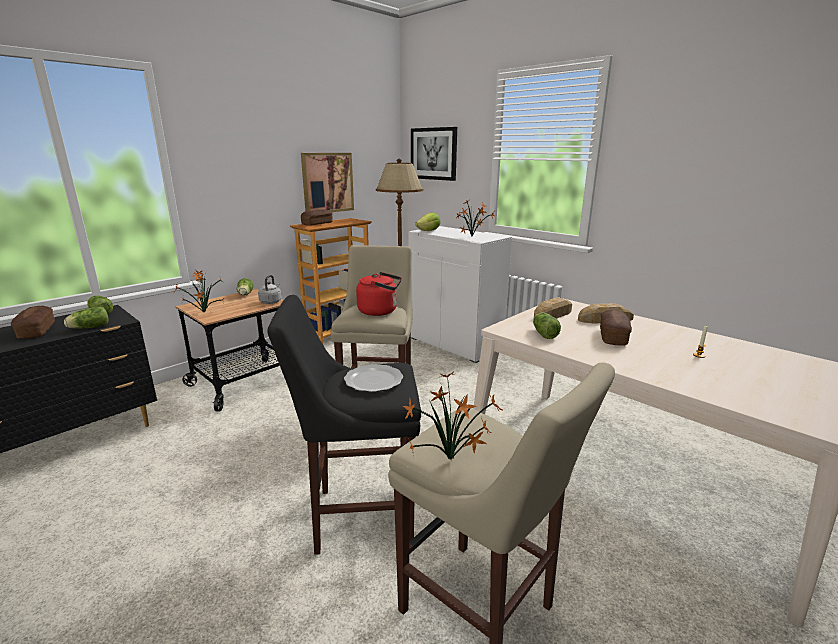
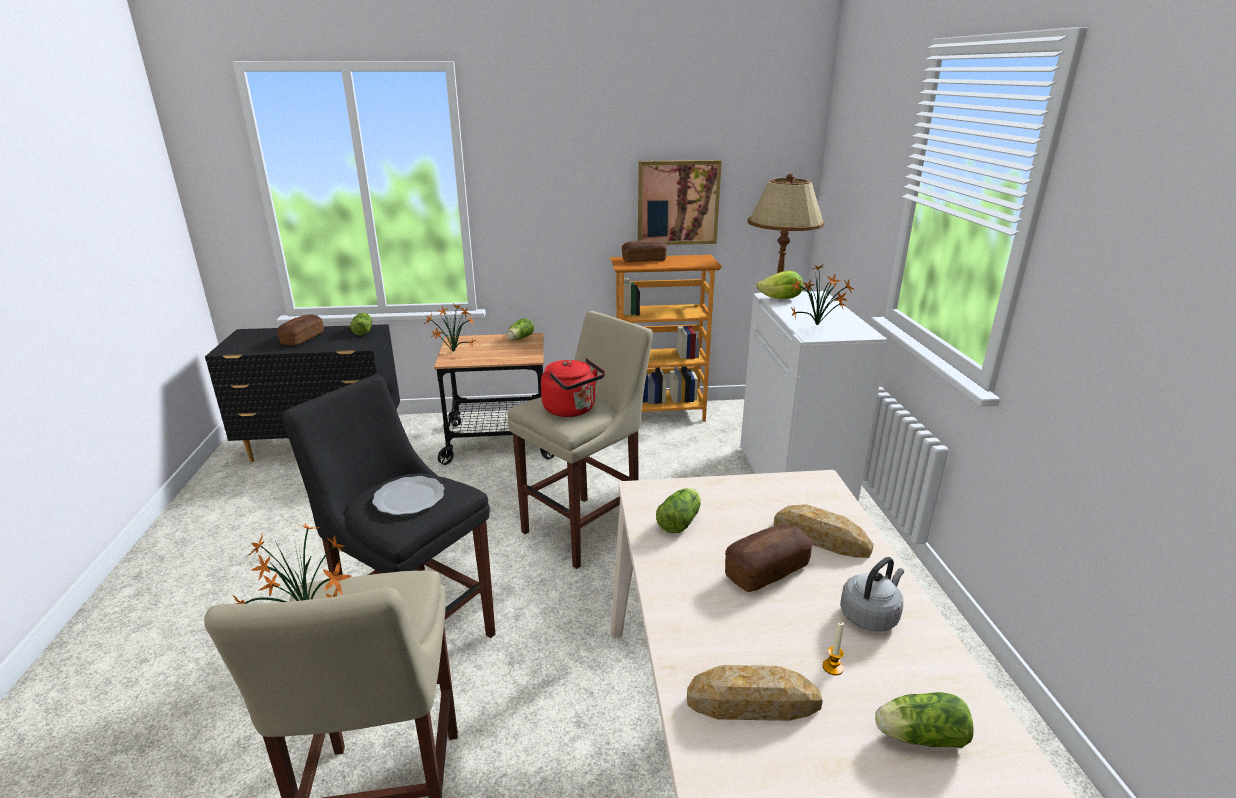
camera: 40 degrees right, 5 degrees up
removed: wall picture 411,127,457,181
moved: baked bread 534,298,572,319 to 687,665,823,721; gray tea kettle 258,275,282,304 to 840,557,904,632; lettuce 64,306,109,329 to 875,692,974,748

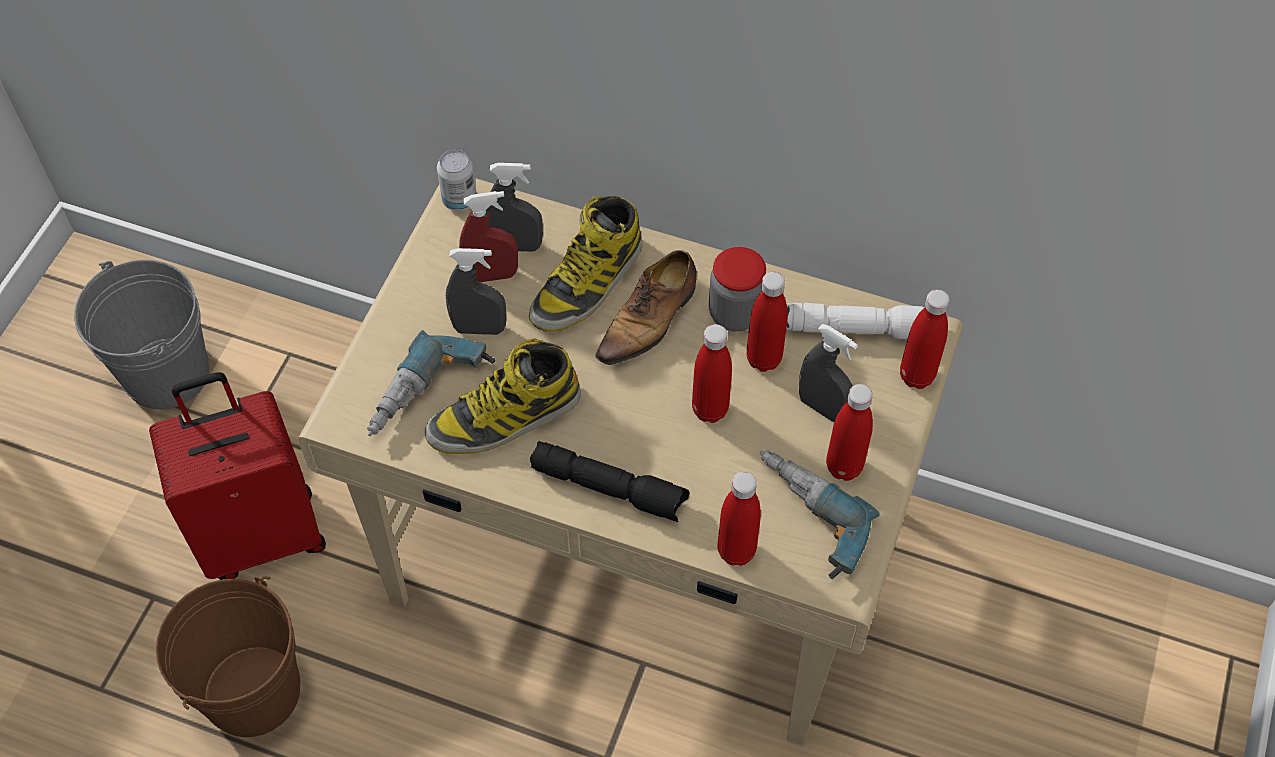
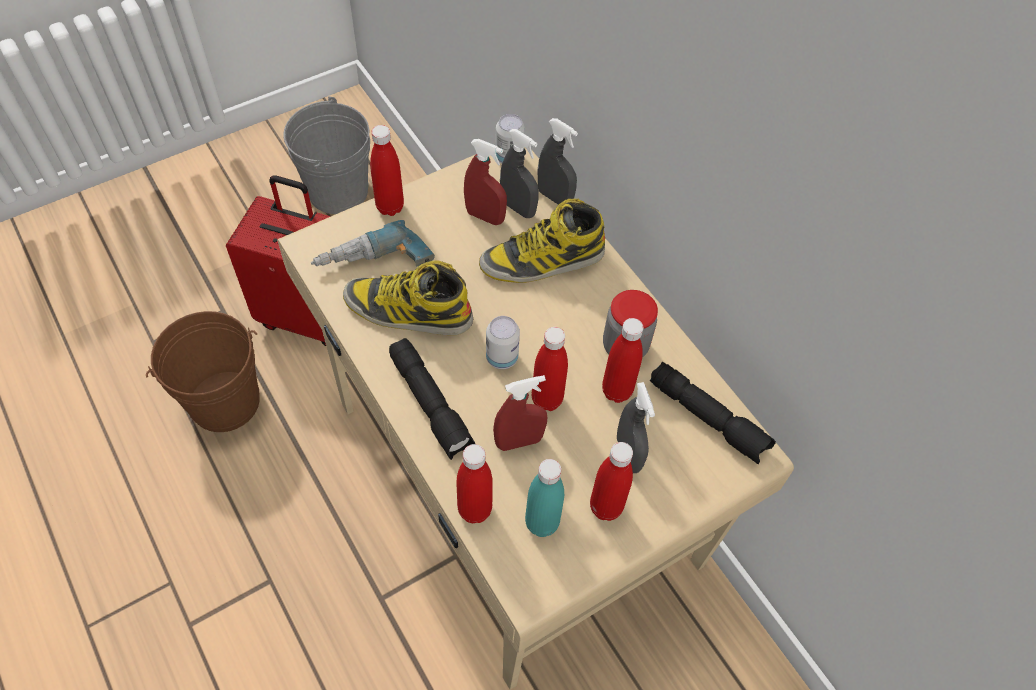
camera: 35 degrees right, 0 degrees up
removed: low shoe 595,250,697,365
added: sealed can 486,316,520,369; red-coloured spray bottle 493,375,547,451
moved: red-coloured bottle 900,290,950,389 to 370,125,404,216; gray spray bottle 446,248,507,335 to 538,118,578,205
replaced: drill 760,450,880,579 to blue-green bottle 525,459,564,537
recoloured: white hand torch 786,303,925,339 to black hand torch 649,362,776,465

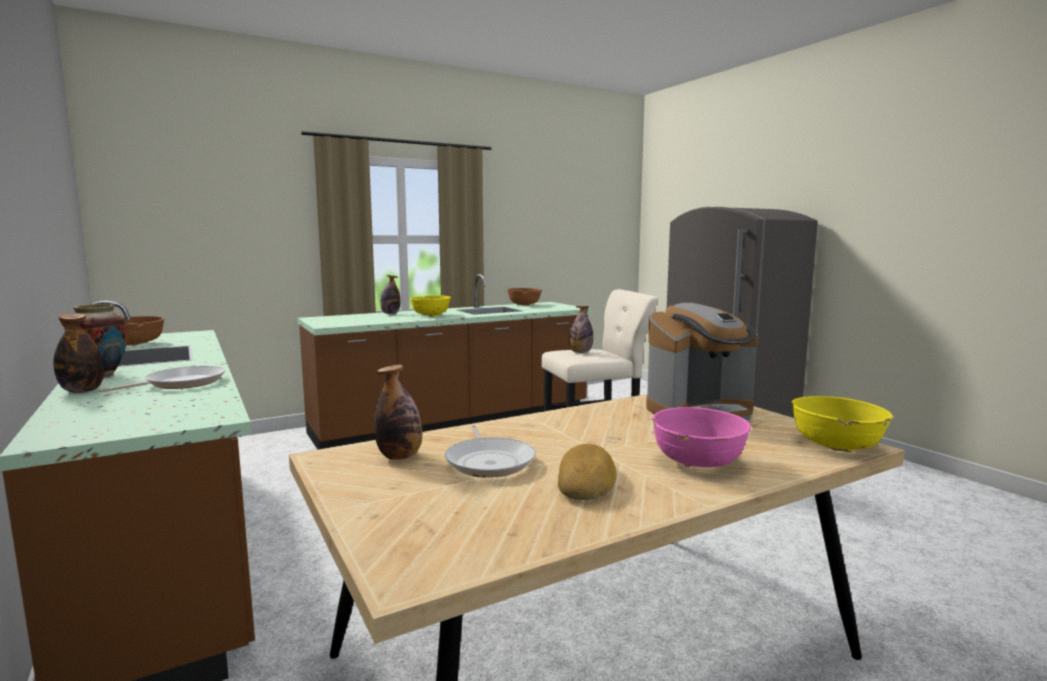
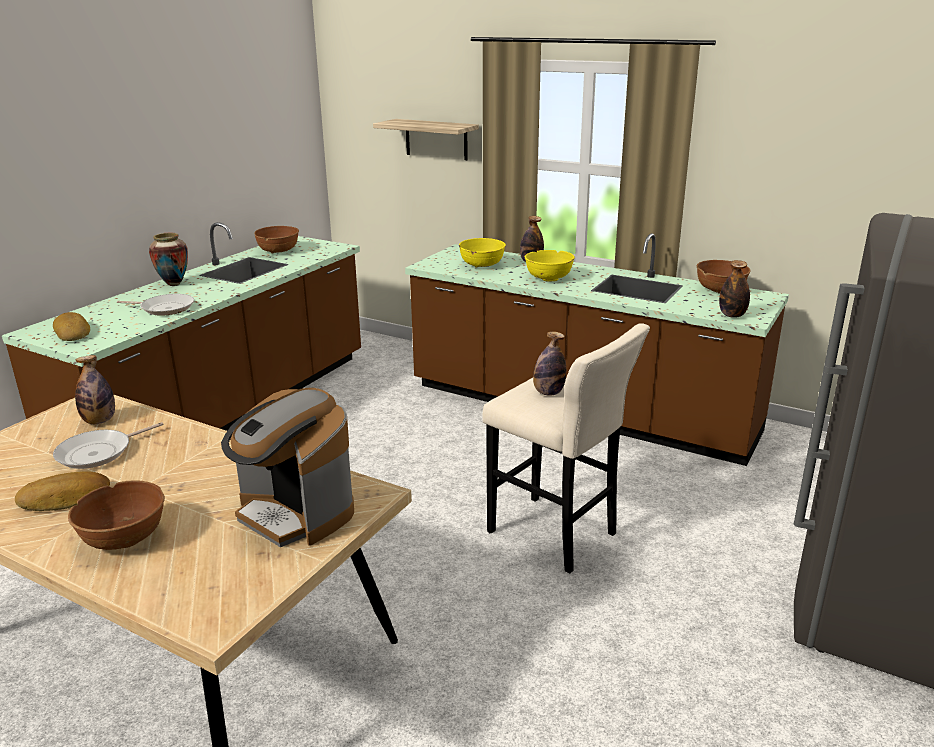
camera: 60 degrees right, 15 degrees up
added: baked bread 53,312,90,341; wall shelf 373,119,479,160
moved: yellow-coloured bowl 791,396,892,452 to 459,238,506,268; bottle 53,313,104,393 to 719,260,750,318
recoloured: pink bowl 652,407,751,467 to brown bowl 68,480,165,550

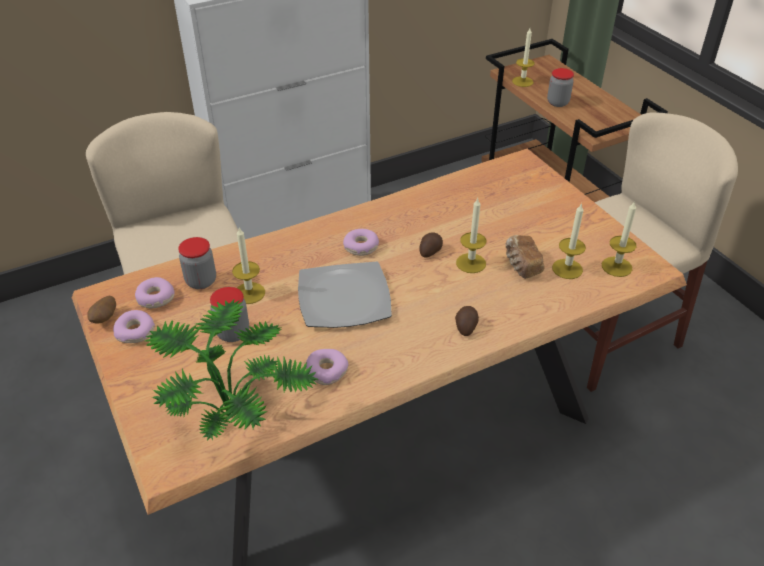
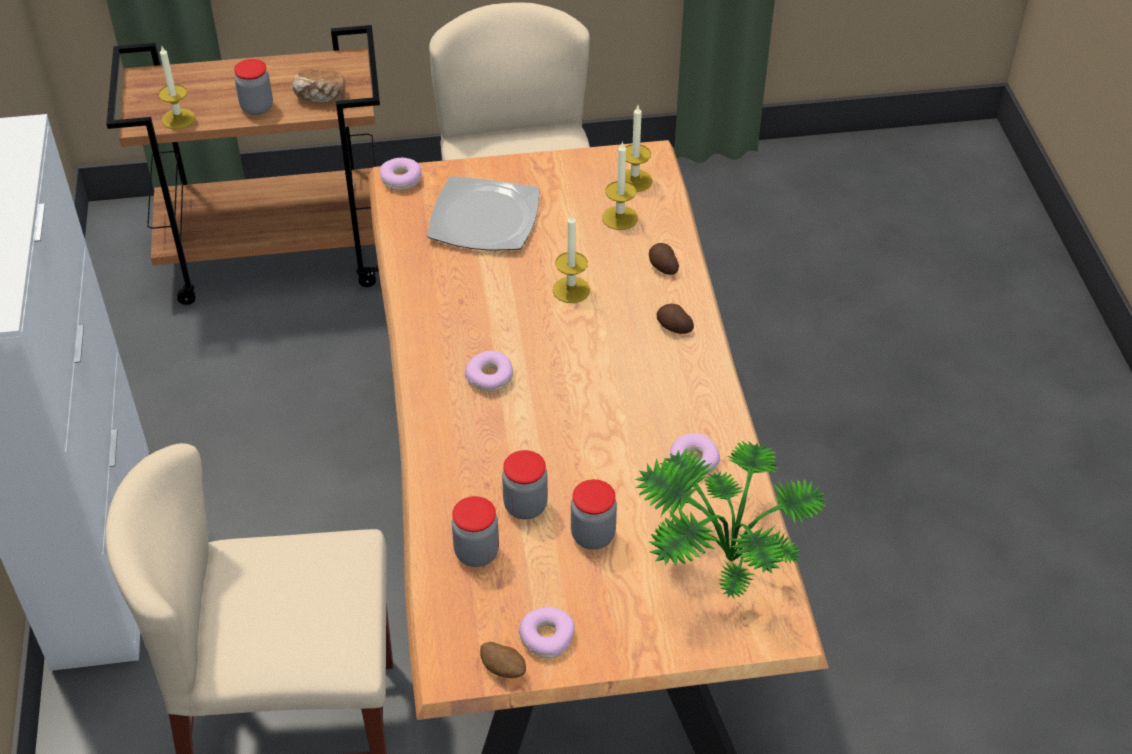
camera: 70 degrees left, 5 degrees up
moved: baked bread 505,235,544,279 to 293,69,346,103; ring doughnut 135,277,175,308 to 380,158,422,190; dinner plate 298,261,392,328 to 427,176,540,251; spud 419,232,443,257 to 649,243,679,275
replaced: wax candle 232,227,265,304 to jar 502,450,548,519

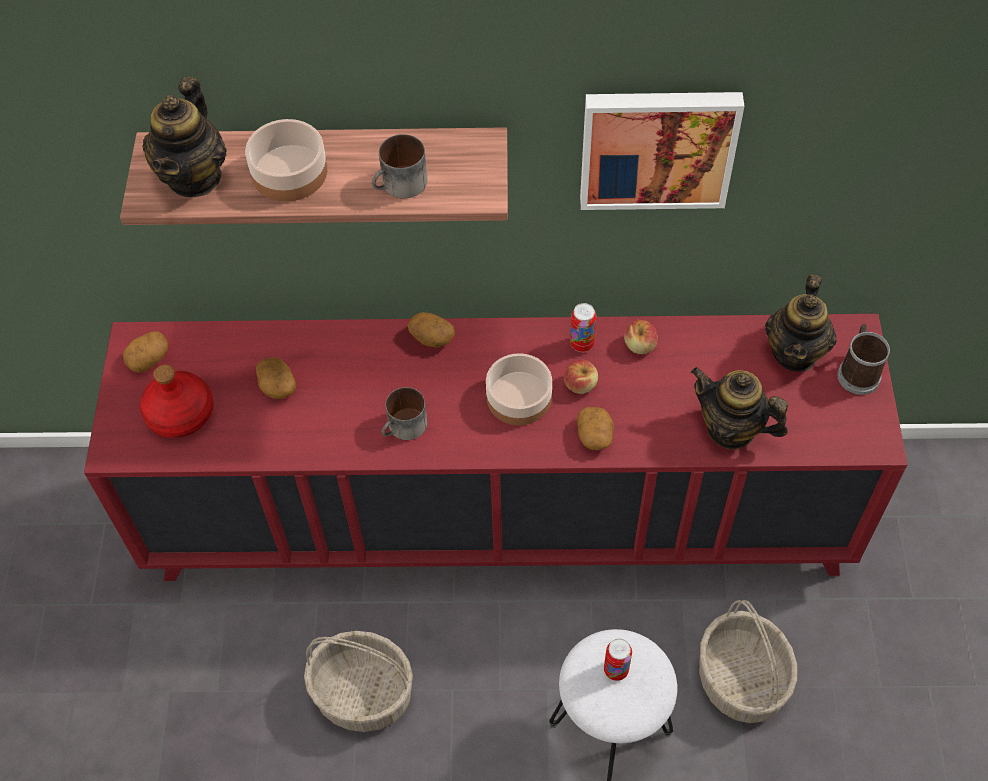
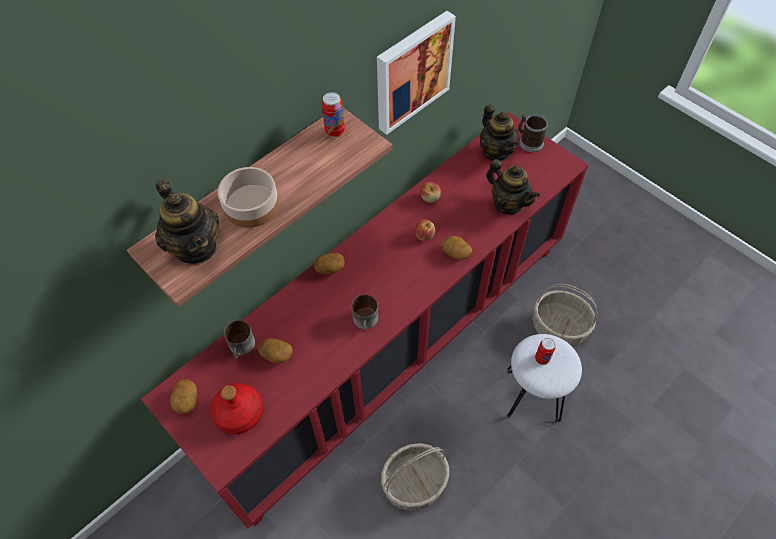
camera: 45 degrees left, 0 degrees up
removed: bowl 486,353,552,425
moved: tea mug 372,134,427,198 to 224,320,255,359; sealed can 570,303,596,352 to 322,92,345,137
turned: pot for tea 691,367,788,450 = 486,159,540,214 120 degrees counterclockwise

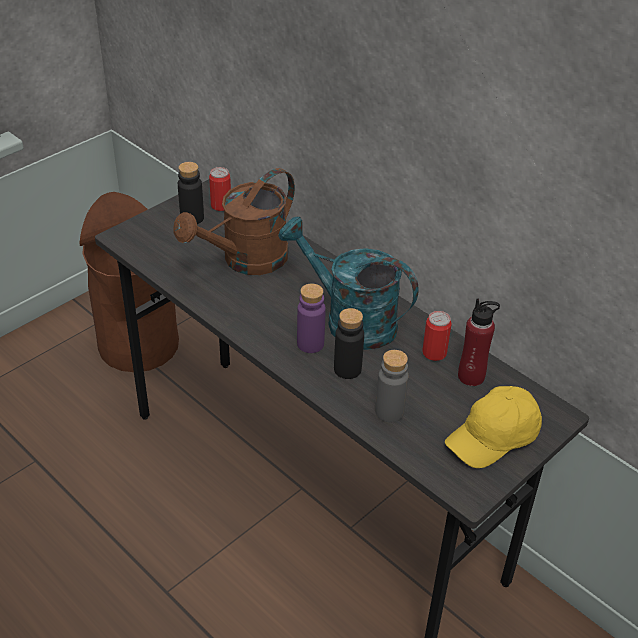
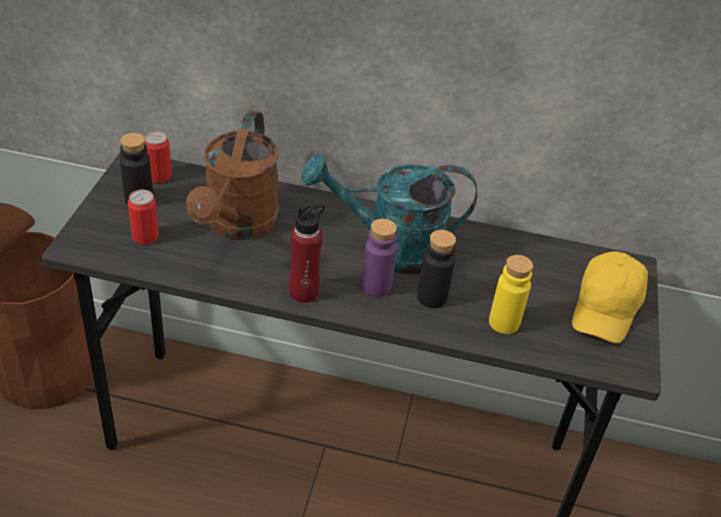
camera: 35 degrees left, 0 degrees up
moved: sealed can 422,311,452,361 to 128,190,159,245; red-coloured bottle 458,299,500,386 to 289,204,325,303
recoloured: gray bottle 375,350,409,422 to yellow-coloured bottle 489,255,533,334

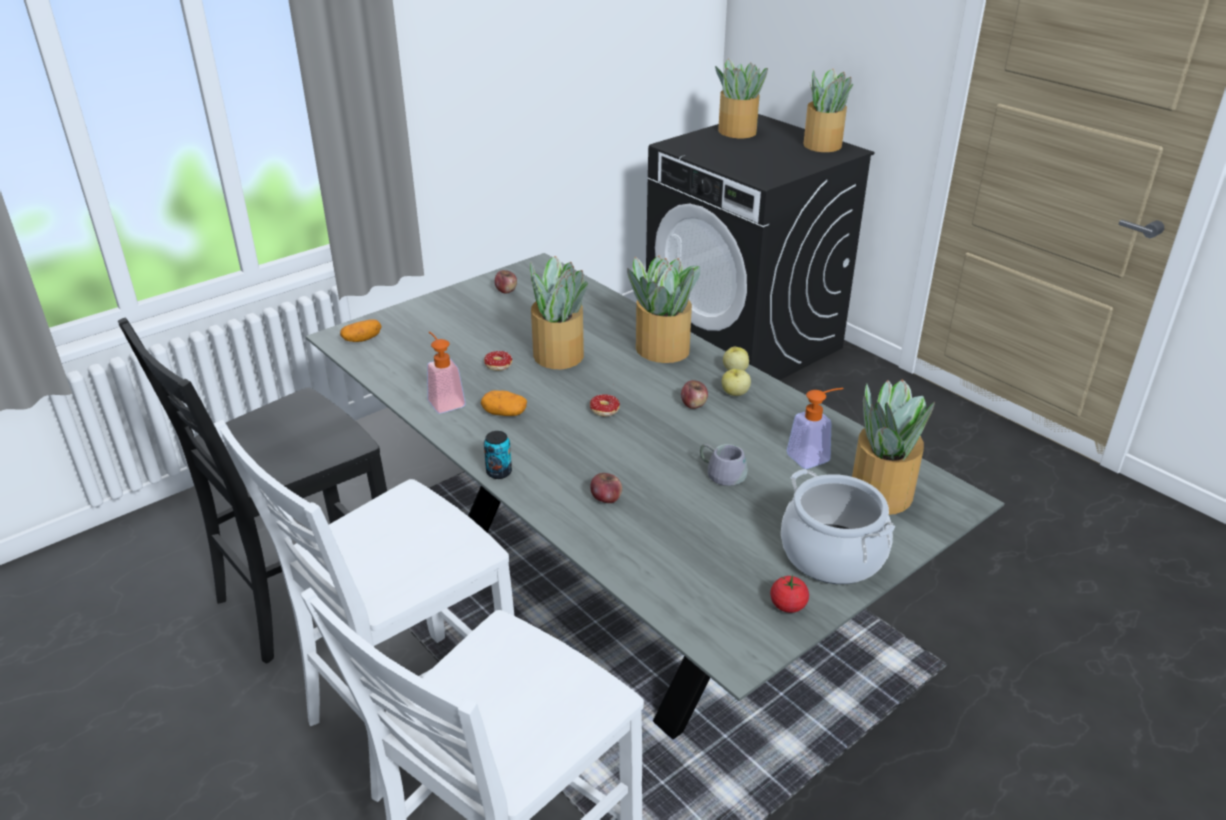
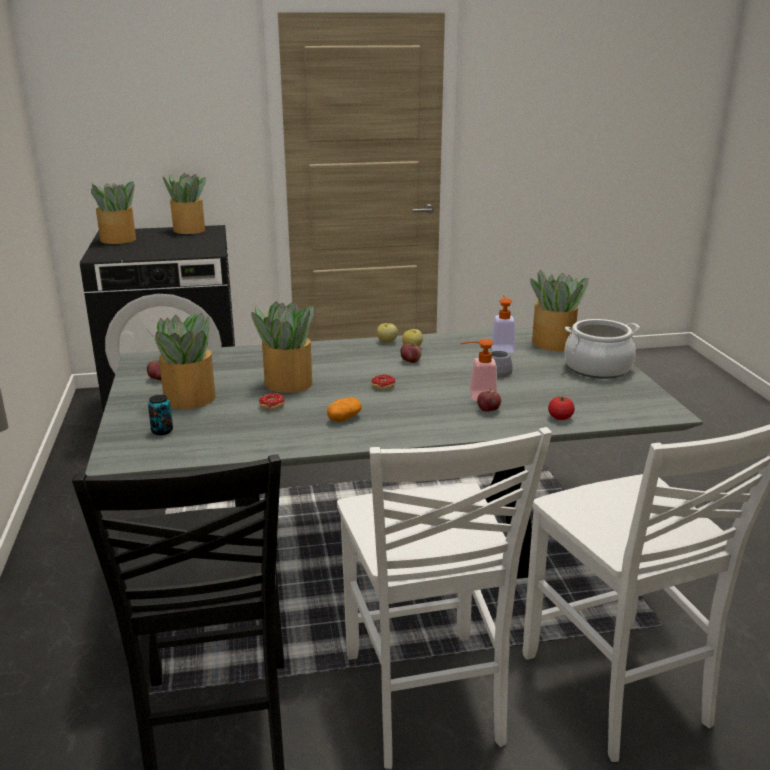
camera: 60 degrees left, 10 degrees down
removed: spud 340,319,382,342
moved: potted plant 627,255,700,363 to 145,313,216,409; sealed can 484,431,512,479 to 148,395,173,435; soap dispenser 427,331,465,413 to 460,339,497,401; fresh tomato 770,575,809,613 to 548,396,575,420

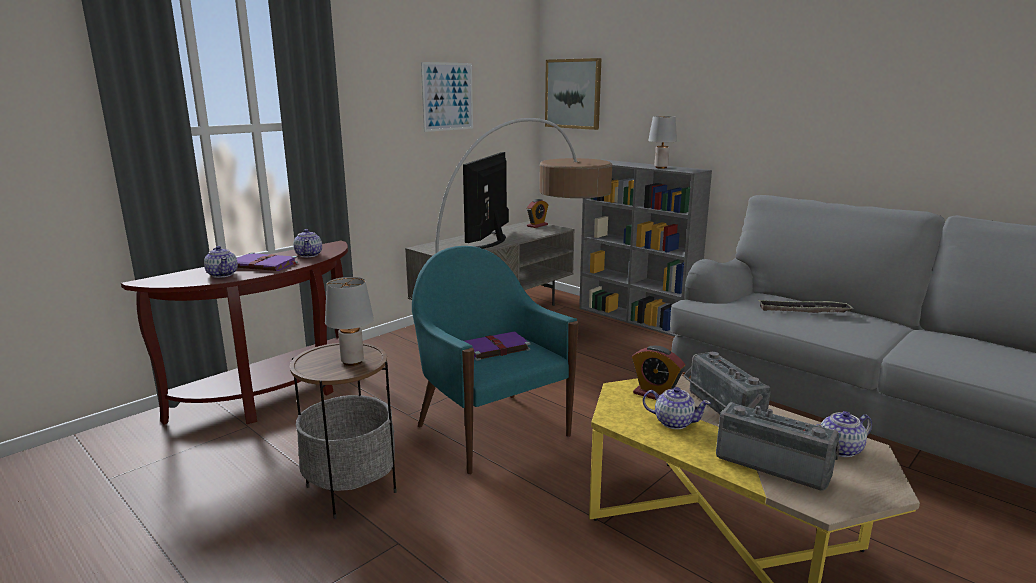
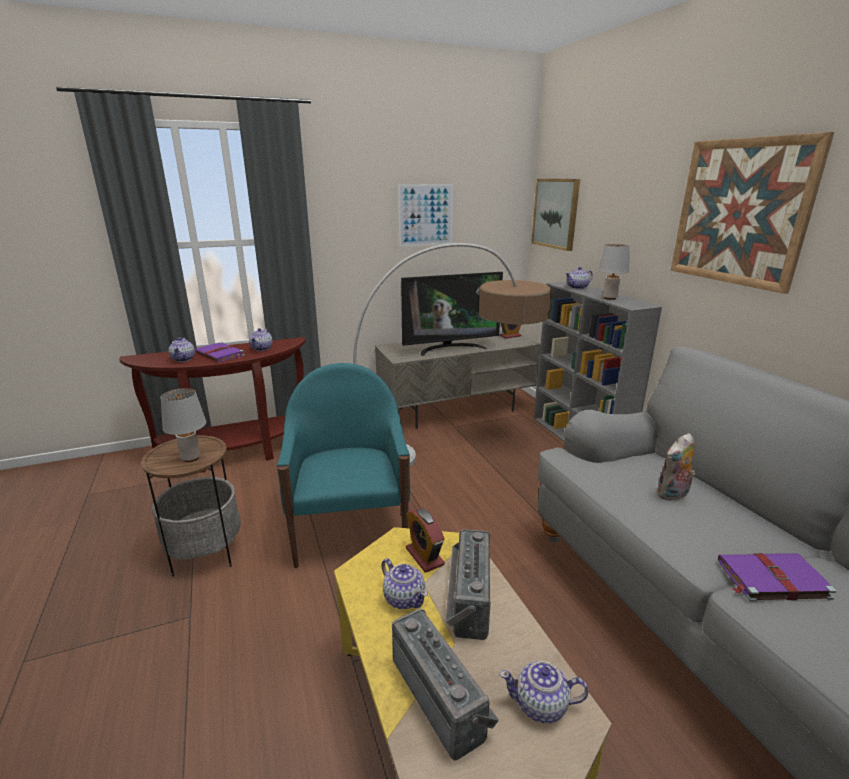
camera: 25 degrees right, 5 degrees up
added: pot for tea 565,267,593,289; wall picture 671,132,834,294
moved: purplish bound book 464,332,531,361 to 718,553,837,601
replaced: tray 758,300,854,313 to cuddly toy 656,433,695,501
turned: television 463,152,509,249 = 401,272,503,356 150 degrees counterclockwise

